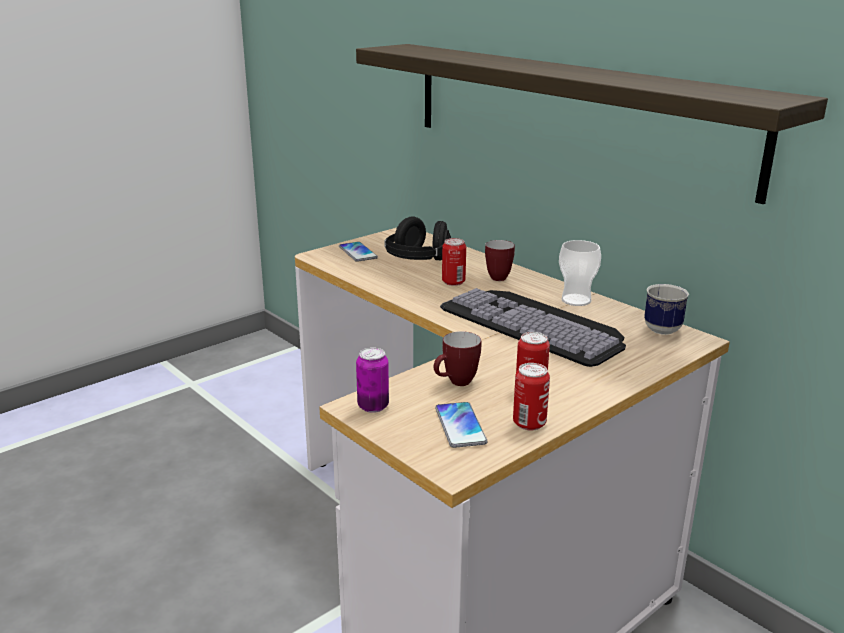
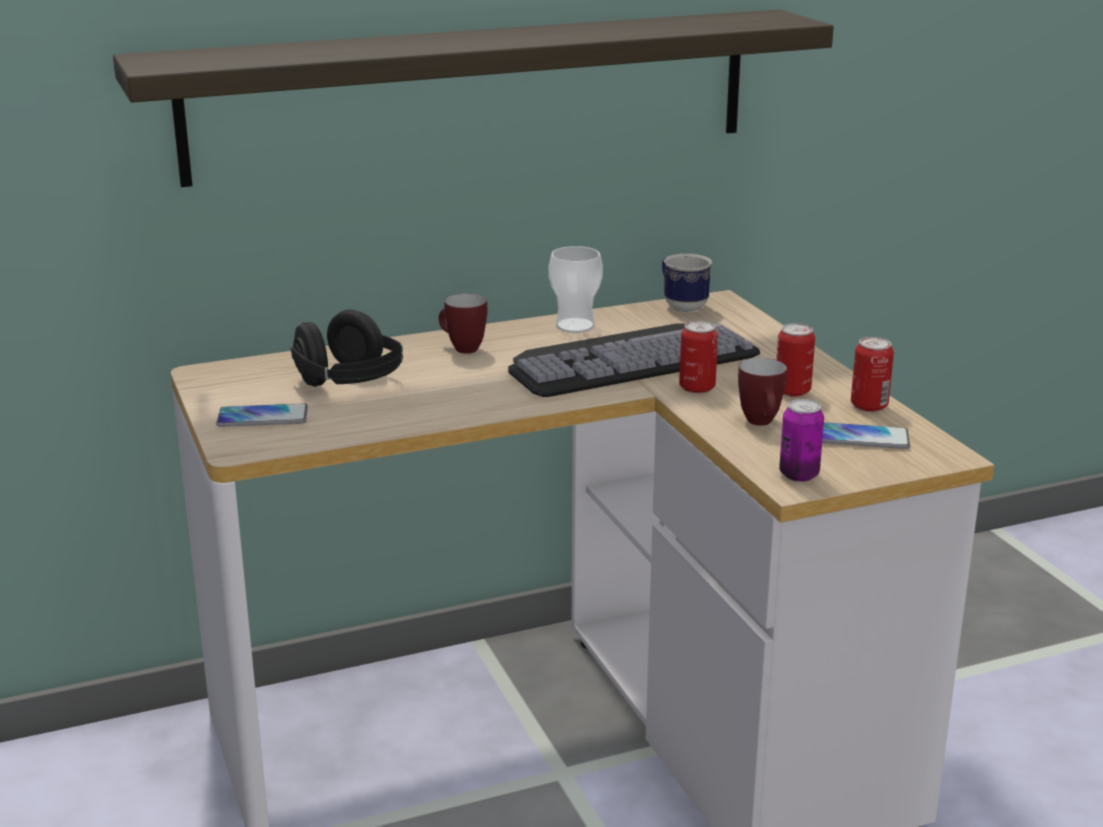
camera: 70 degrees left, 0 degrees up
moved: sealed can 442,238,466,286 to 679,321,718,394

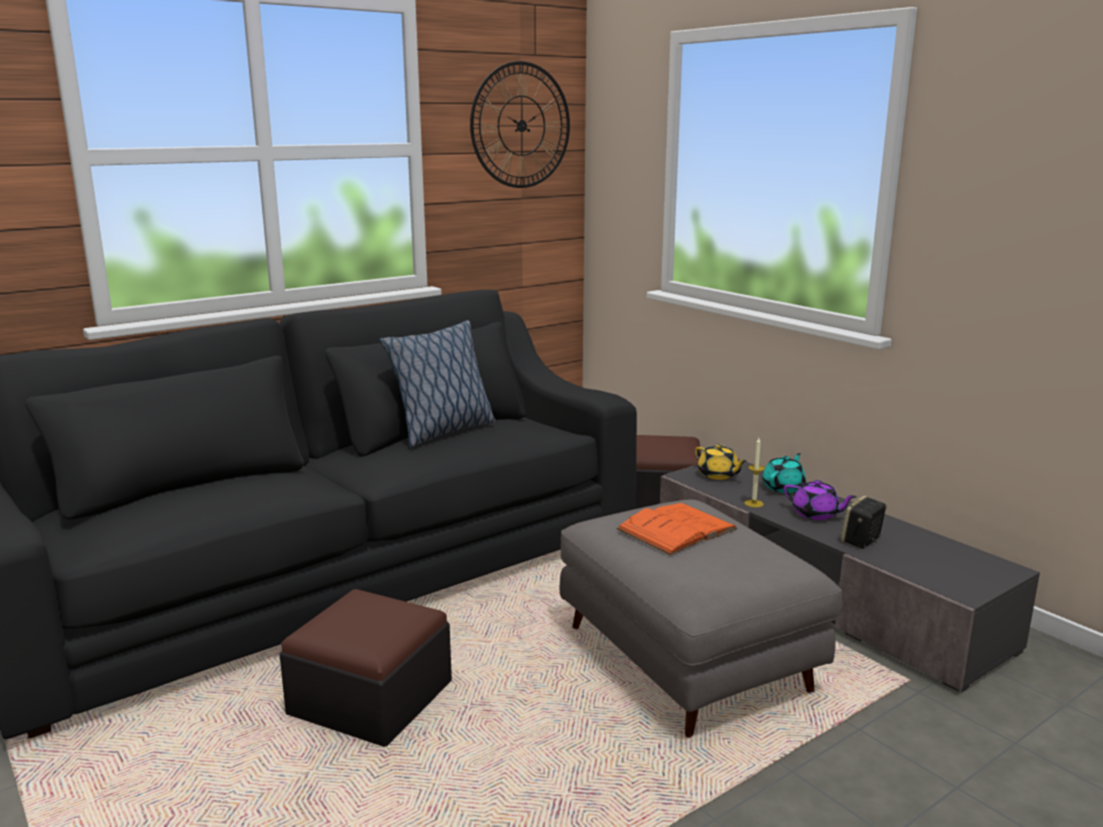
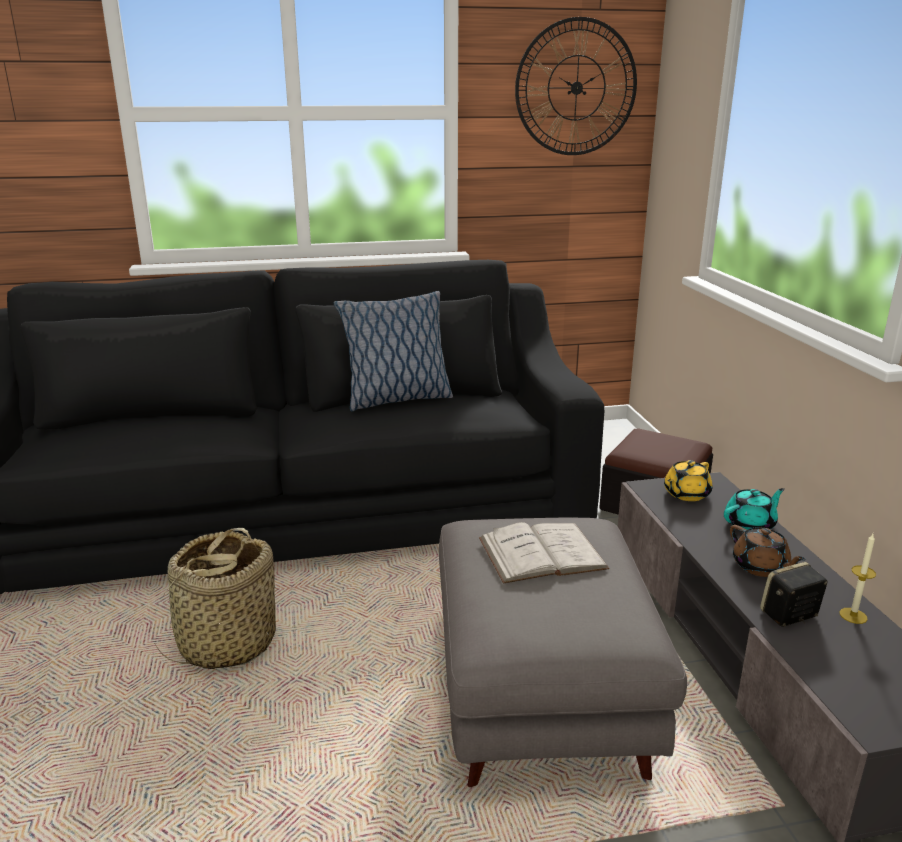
camera: 25 degrees right, 5 degrees up
moved: wax candle 744,438,765,508 to 839,534,876,624
replaced: footrest 280,589,452,747 to storage basket 154,528,276,669
recoloured: orangey bound book 616,503,737,555 to white bound book 479,522,609,584; purplish pot for tea 784,480,857,520 to brown pot for tea 730,525,806,577
turned: yellow-coloured pot for tea 695,444,747,480 = 664,460,712,501 60 degrees clockwise

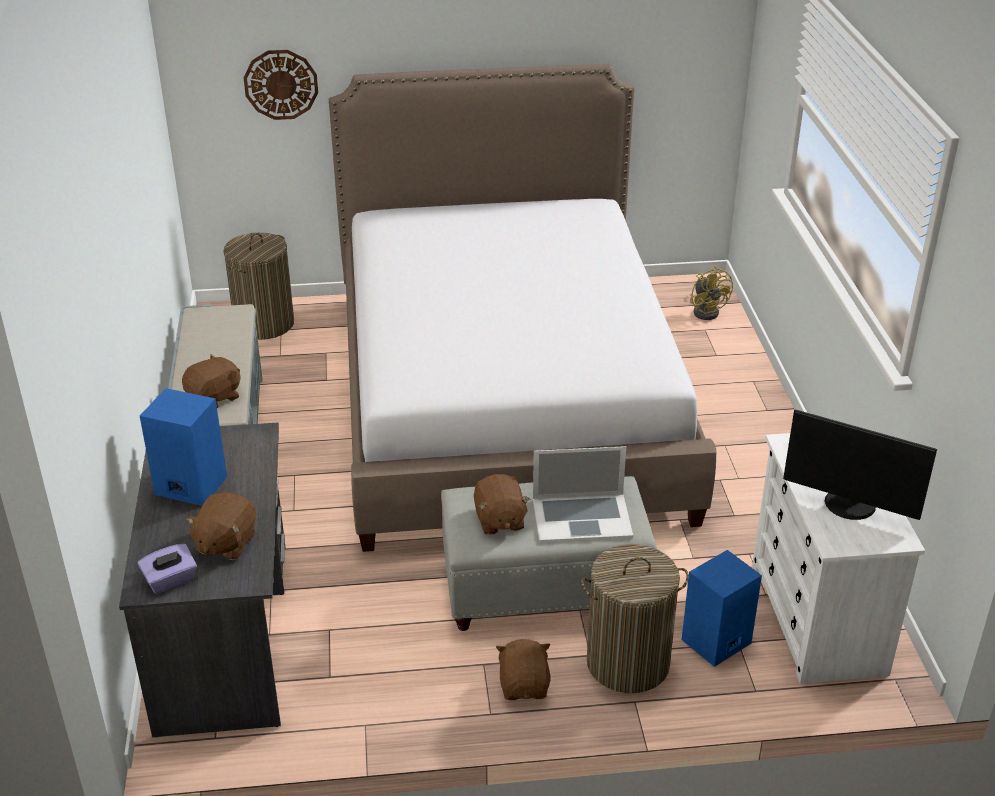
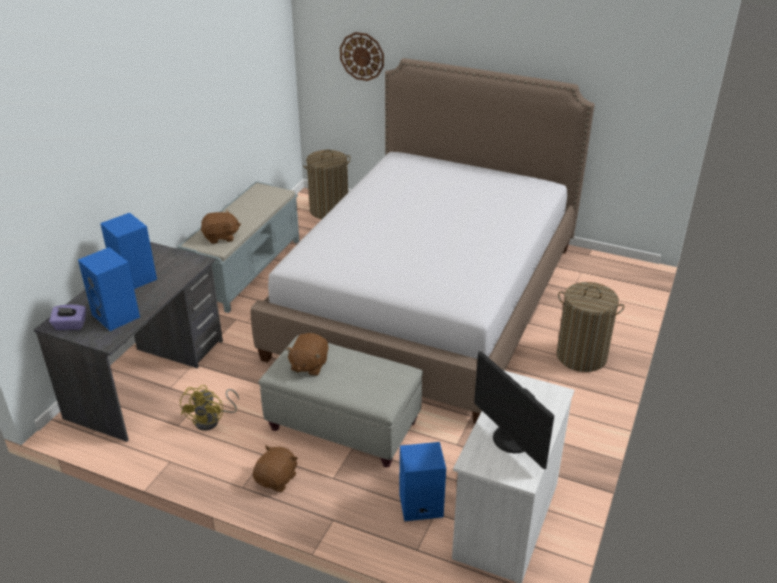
camera: 30 degrees right, 0 degrees up
removed: portable computer 533,446,633,543
moved: yellow-coloured electric fan 690,266,733,320 to 180,385,239,431; washing basket 581,544,689,693 to 556,282,625,372
replaced: brown cuddly toy 186,492,256,560 to blue audio speaker 78,247,140,331

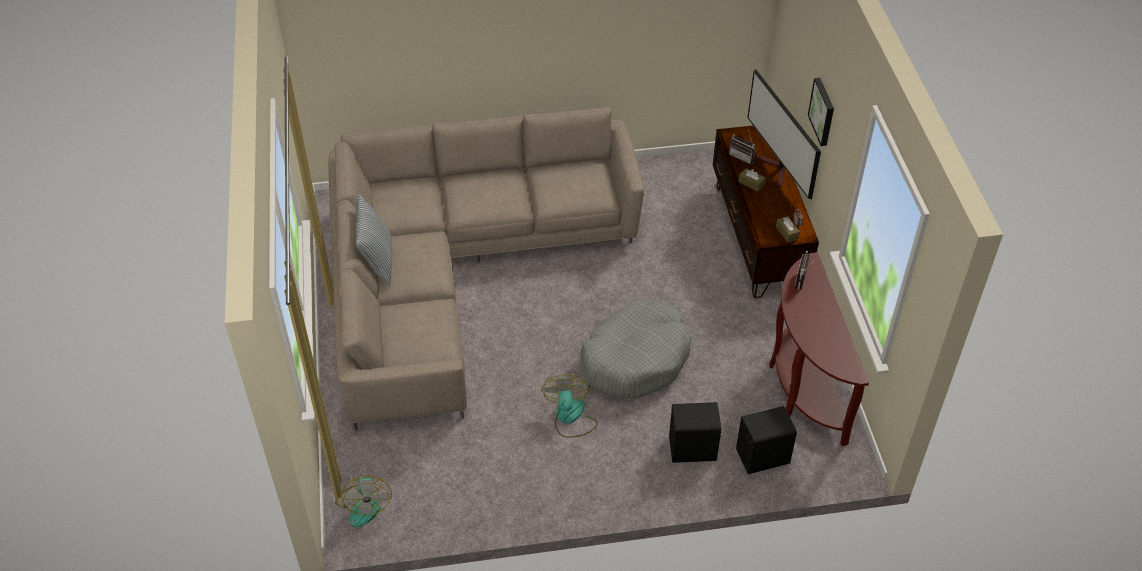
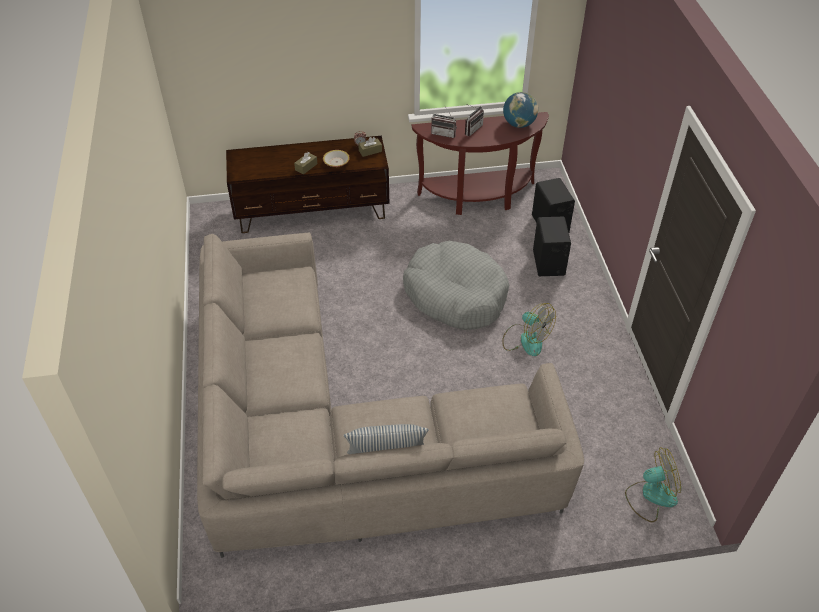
camera: 90 degrees left, 0 degrees up
removed: television 747,69,821,199; wall picture 808,78,834,146
added: bowl 323,150,350,167; globe 503,92,538,128
moved: radio 729,128,756,164 to 465,104,484,136
turned: electric fan 541,375,598,438 = 502,303,556,356 135 degrees counterclockwise

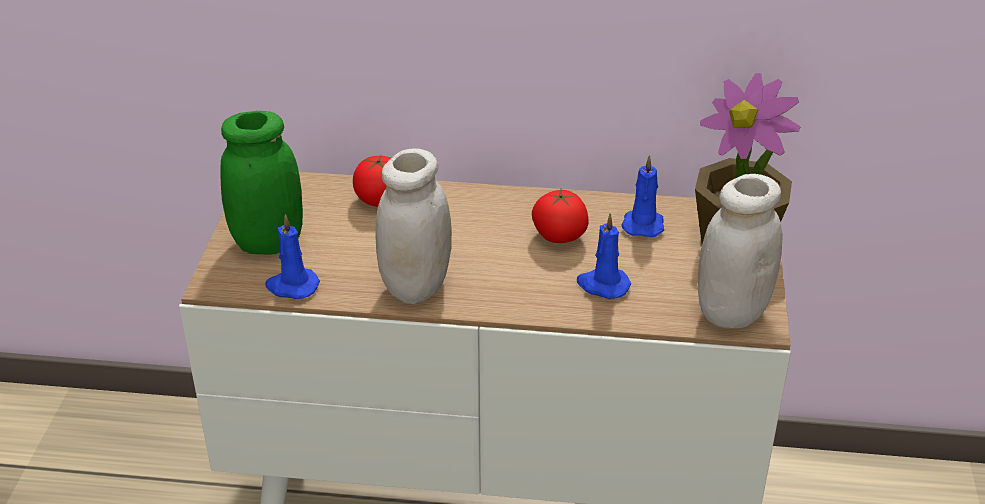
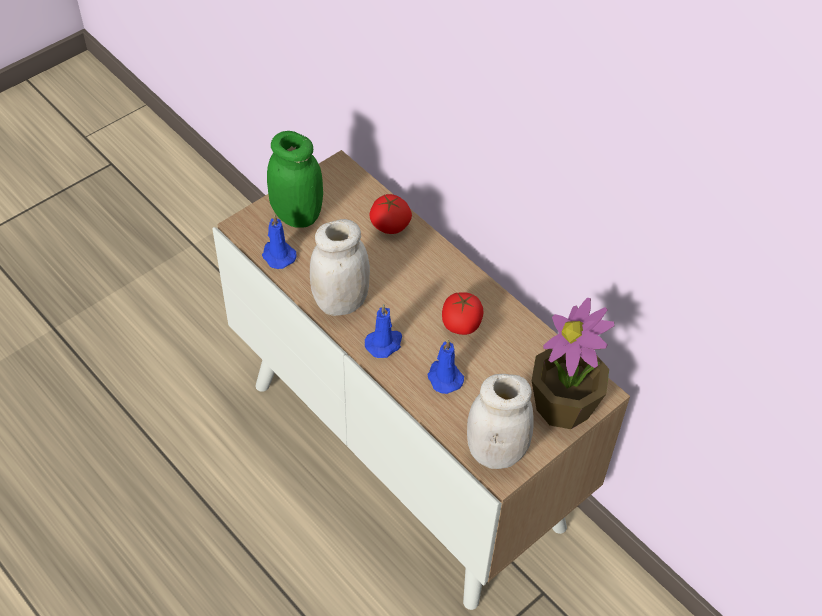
camera: 40 degrees right, 15 degrees up
moved: blue wax candle 621,155,664,238 to 365,304,402,358

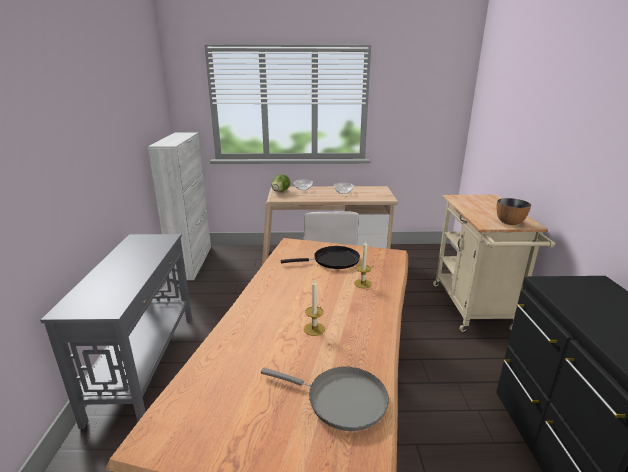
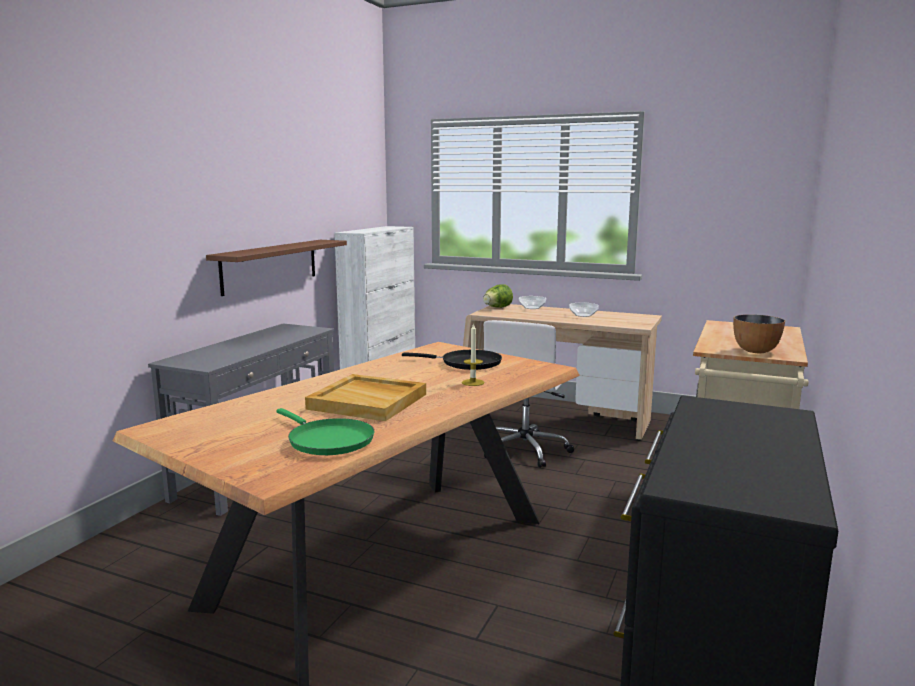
camera: 25 degrees right, 10 degrees down
added: brown wall shelf 206,240,347,296
replaced: wax candle 304,280,325,336 to beige tray 305,374,426,421
recoloured: gray frying pan 261,367,389,431 to green frying pan 276,408,374,455

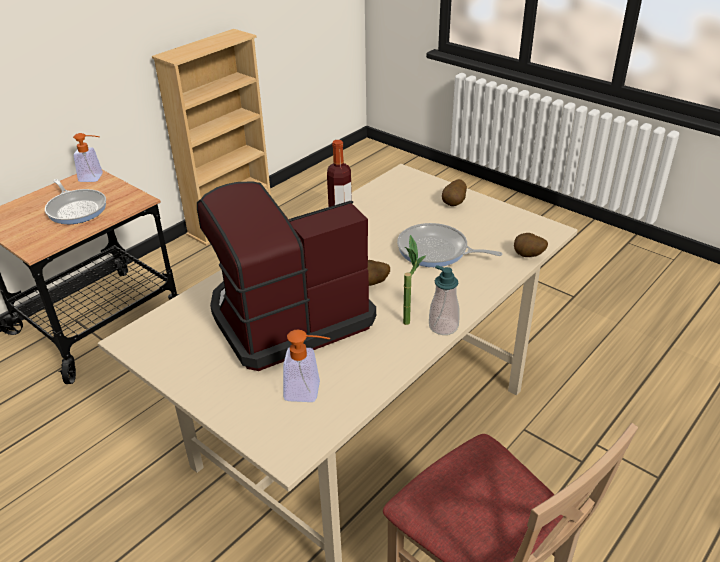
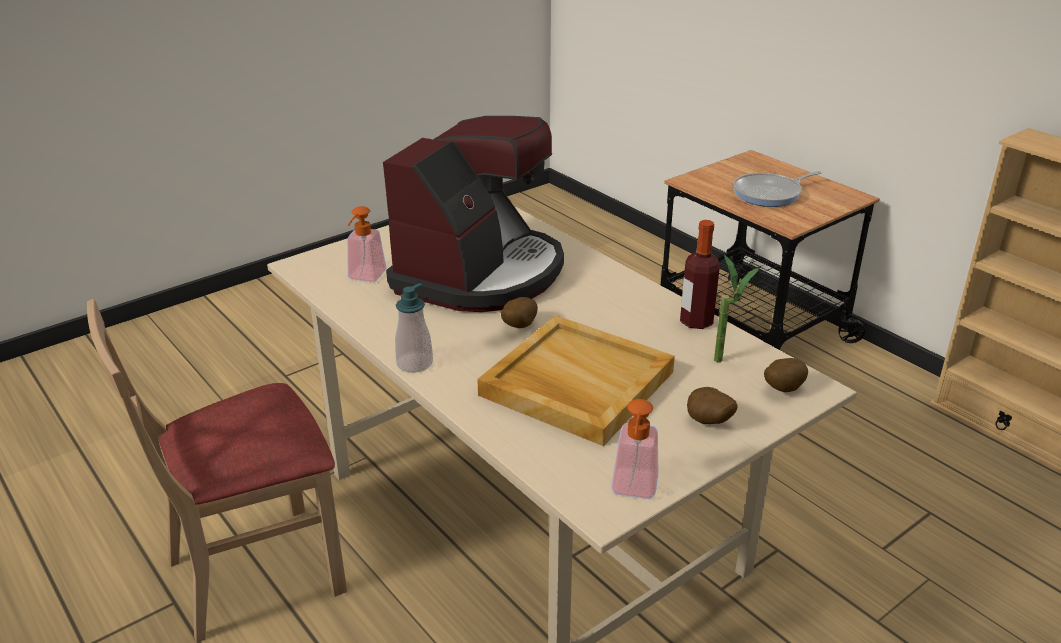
camera: 100 degrees right, 5 degrees down
moved: soap dispenser 73,133,103,182 to 611,399,658,499; potted plant 403,235,426,325 to 714,254,760,362; spud 514,233,548,257 to 764,358,808,392
replaced: frying pan 397,223,502,267 to beige tray 477,315,675,446
turned: coffee machine 197,181,376,371 = 383,116,564,312 45 degrees clockwise

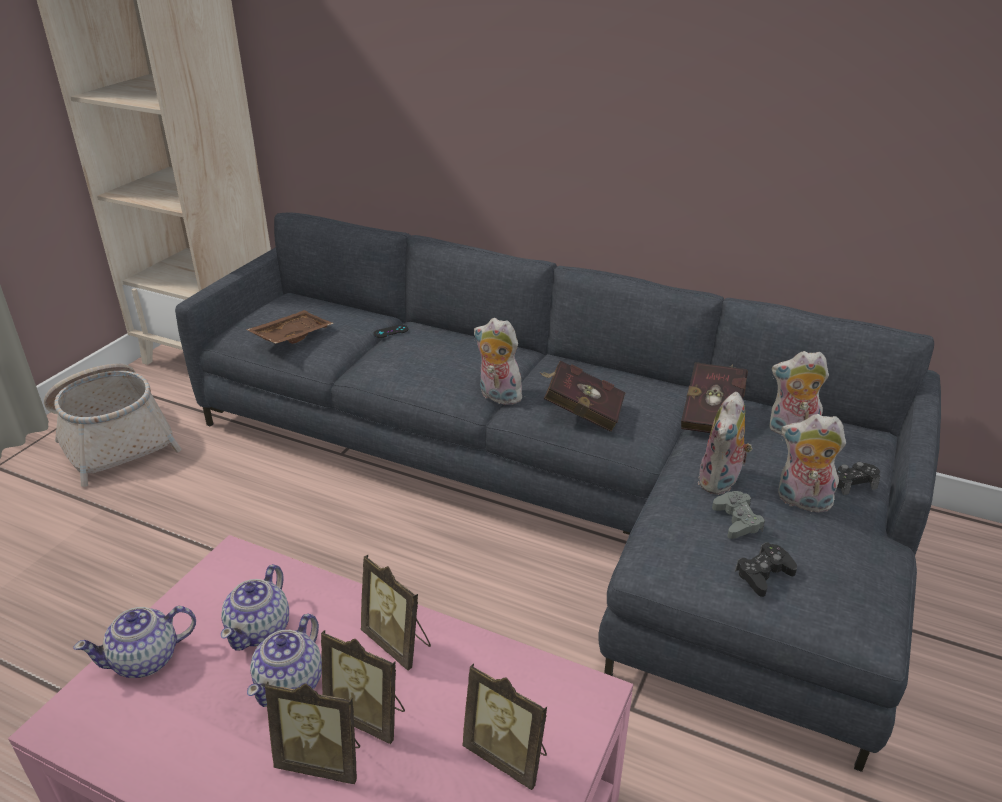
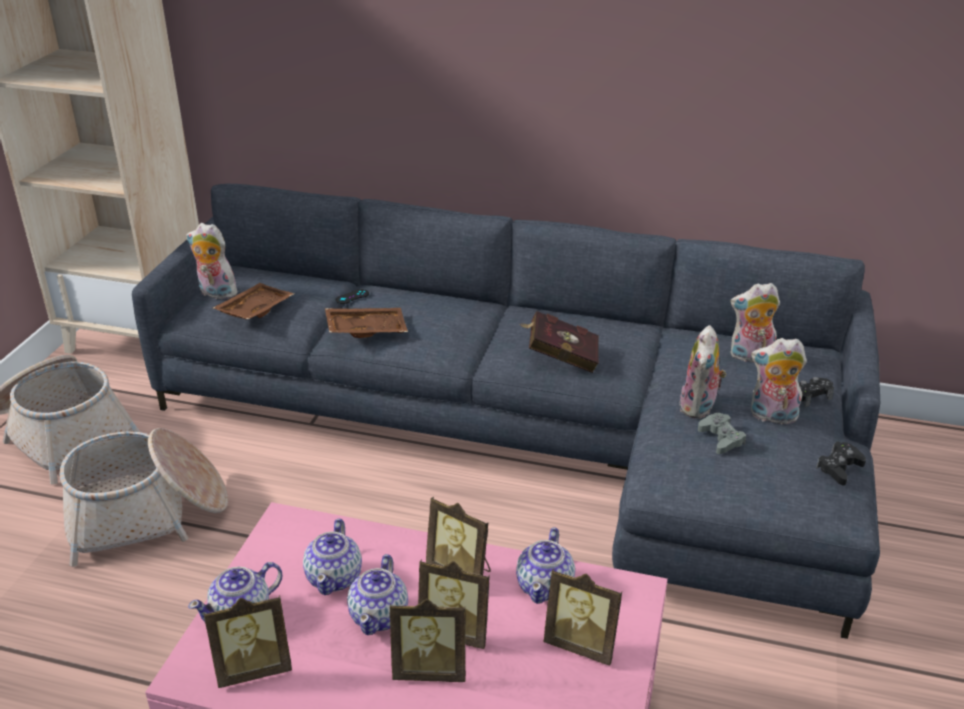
camera: 10 degrees left, 0 degrees up
removed: red-coloured bound book 681,362,748,433
added: storage basket 59,428,228,567; picture frame 204,595,292,688; brown tray 325,308,408,338; pot for tea 516,527,575,604
moved: cuddly toy 474,318,522,405 to 186,223,237,301; black game controller 735,542,797,597 to 816,442,866,486

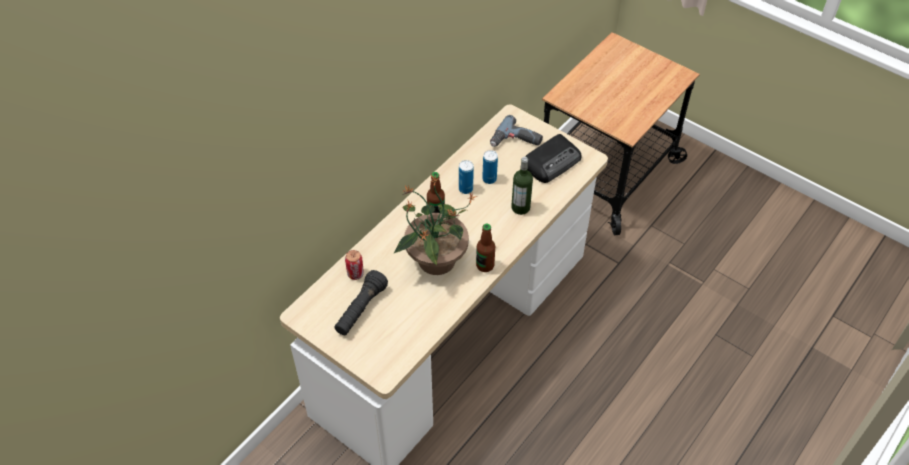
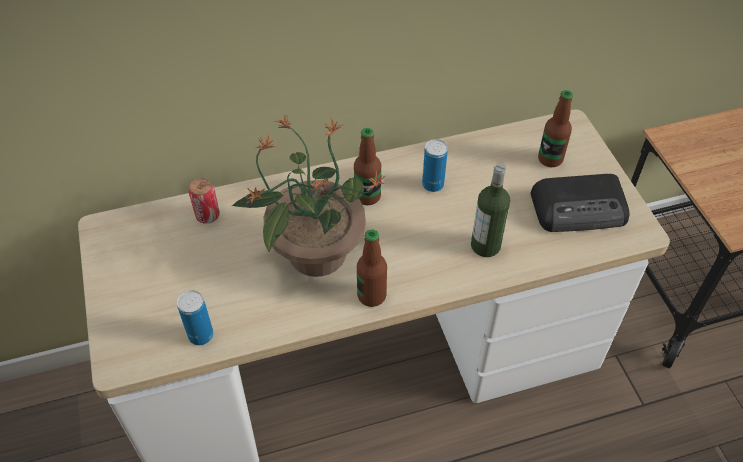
camera: 35 degrees right, 0 degrees up
removed: black hand torch 334,270,388,335
moved: sealed can 482,150,498,184 to 177,290,214,345
replaced: drill 490,115,543,147 to bottle 538,90,573,167

